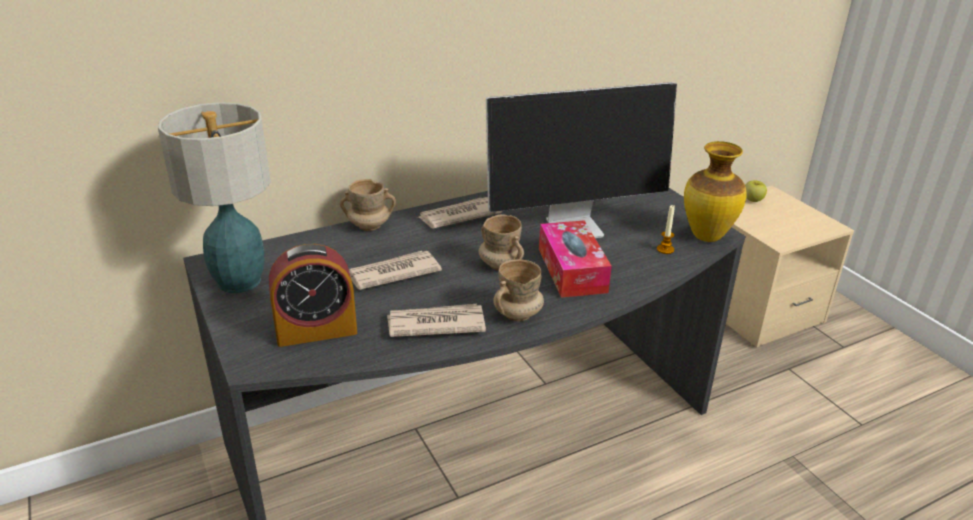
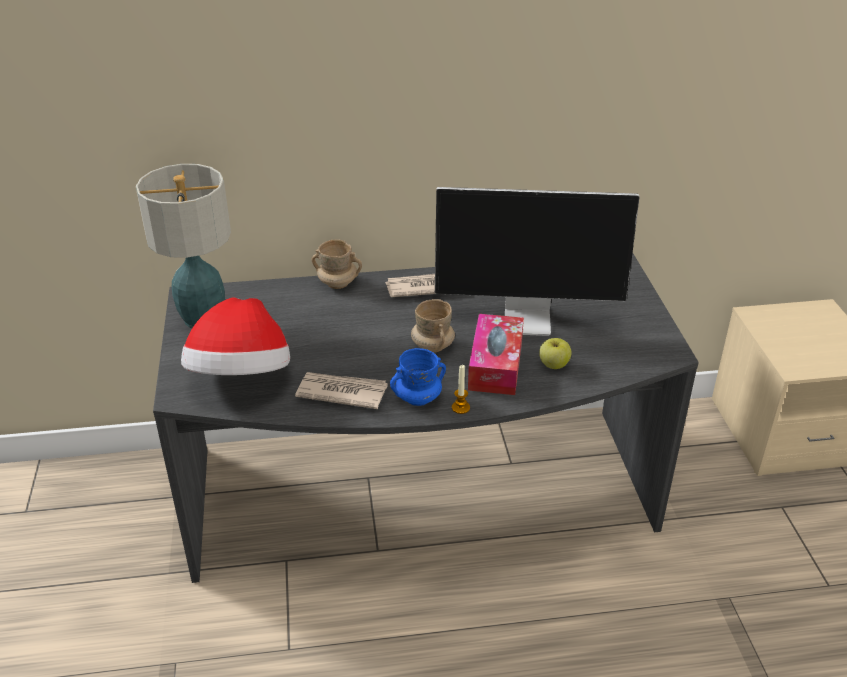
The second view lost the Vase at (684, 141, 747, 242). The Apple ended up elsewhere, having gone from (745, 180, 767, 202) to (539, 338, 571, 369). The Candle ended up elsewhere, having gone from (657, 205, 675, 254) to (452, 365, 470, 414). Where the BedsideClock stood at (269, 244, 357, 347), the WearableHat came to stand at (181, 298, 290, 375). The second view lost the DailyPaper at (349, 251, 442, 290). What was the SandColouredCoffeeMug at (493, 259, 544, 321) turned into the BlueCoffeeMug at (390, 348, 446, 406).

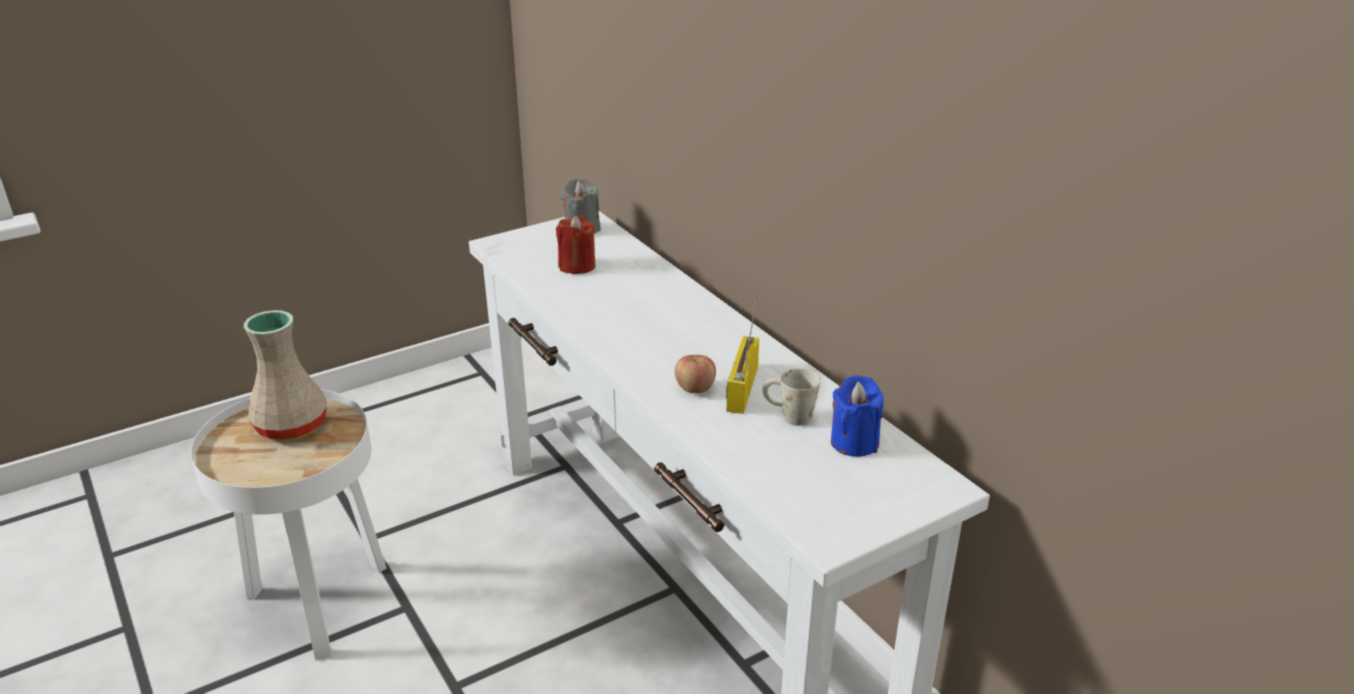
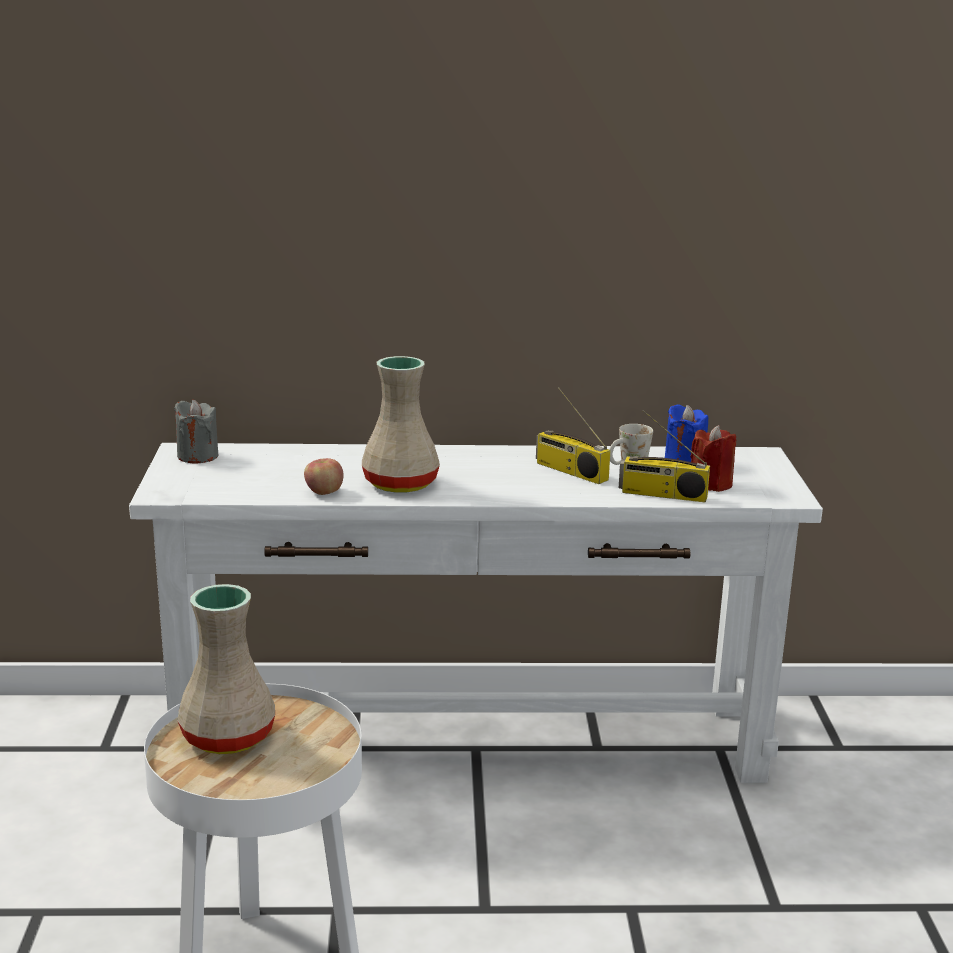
The RedColouredCandle ended up elsewhere, having gone from (556, 215, 595, 274) to (690, 425, 736, 492). The Apple ended up elsewhere, having gone from (675, 355, 716, 393) to (304, 458, 344, 495). The second view gained the SandColouredVase at (362, 356, 440, 493). The second view gained the RadioReceiver at (619, 410, 710, 502).

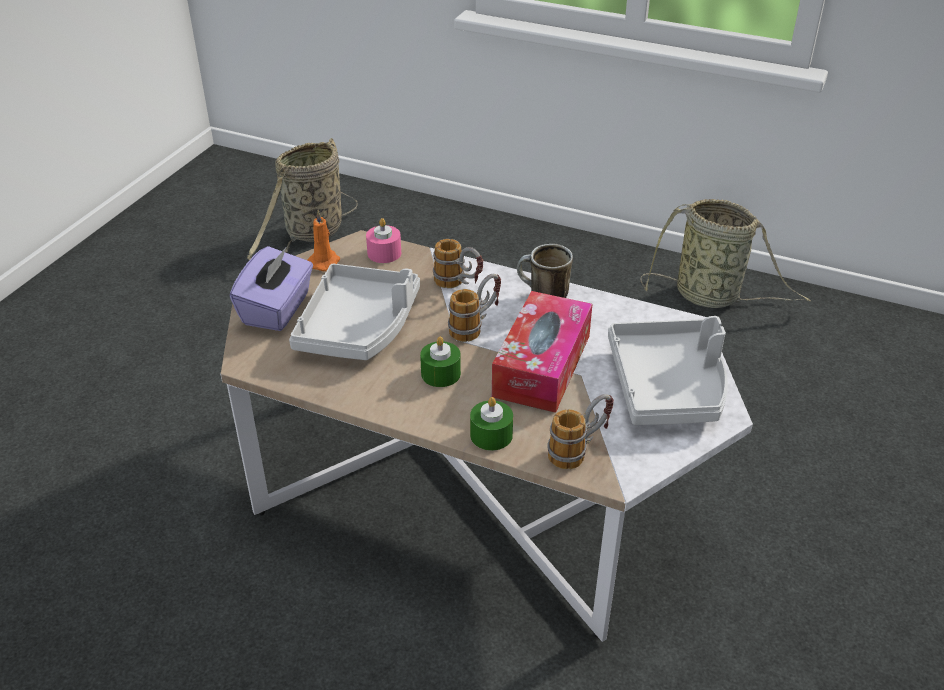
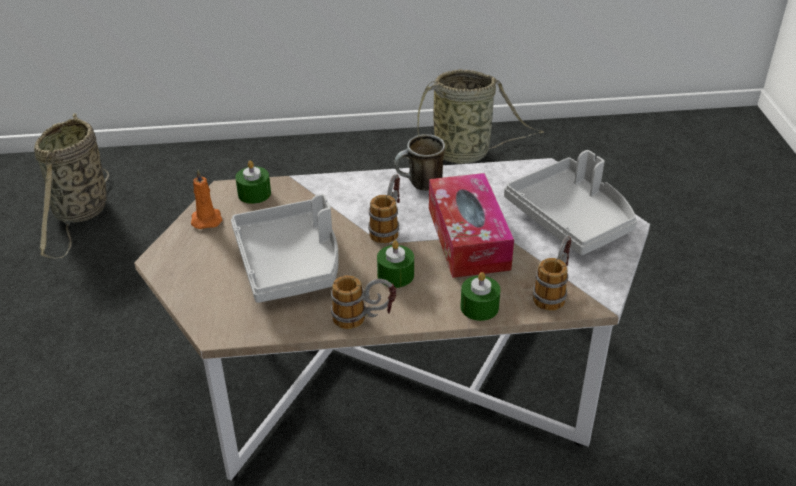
What was the PinkColouredCandle at (366, 218, 401, 263) turned into the GreenCandle at (235, 161, 271, 204). The CoffeeMug ended up elsewhere, having gone from (433, 239, 483, 288) to (331, 275, 396, 329). The second view lost the PurpleColouredTissueHolder at (230, 246, 313, 331).

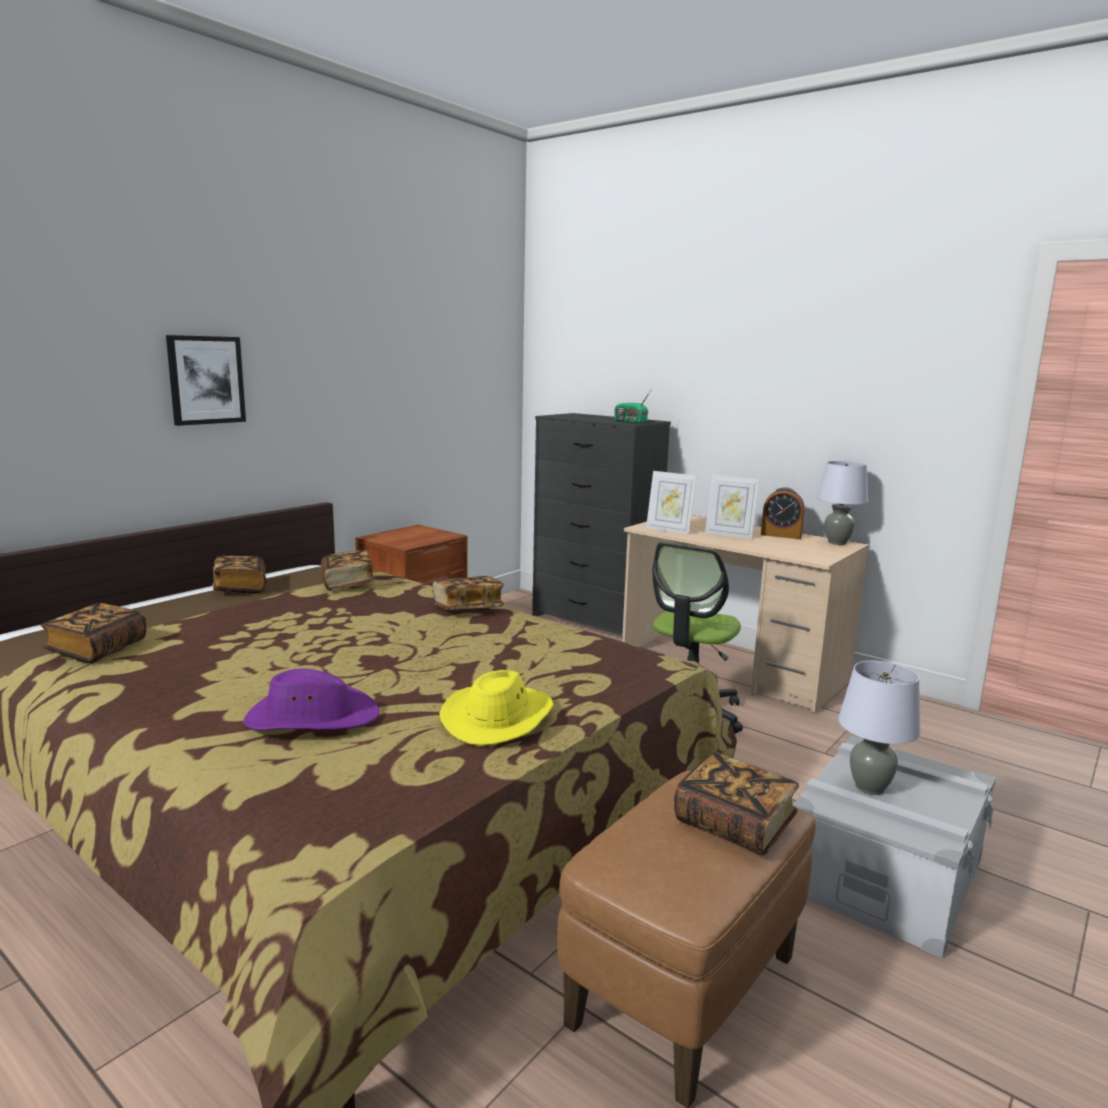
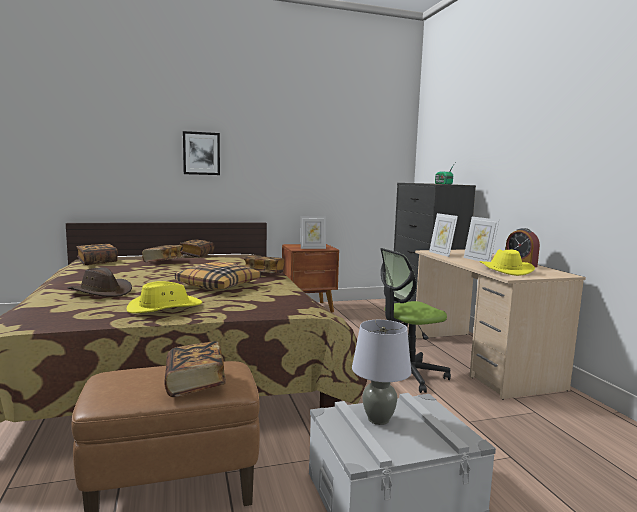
The second view lost the GreyishTableLamp at (817, 461, 868, 545). The Volume ended up elsewhere, having gone from (321, 550, 374, 591) to (142, 245, 183, 262). What was the PurpleColouredWearableHat at (243, 668, 379, 731) turned into the BrownColouredWearableHat at (68, 267, 132, 297). The second view gained the StandingFrame at (301, 216, 326, 249). The second view gained the YellowColouredWearableHat at (479, 249, 535, 276). The second view gained the Pillow at (175, 262, 261, 290).

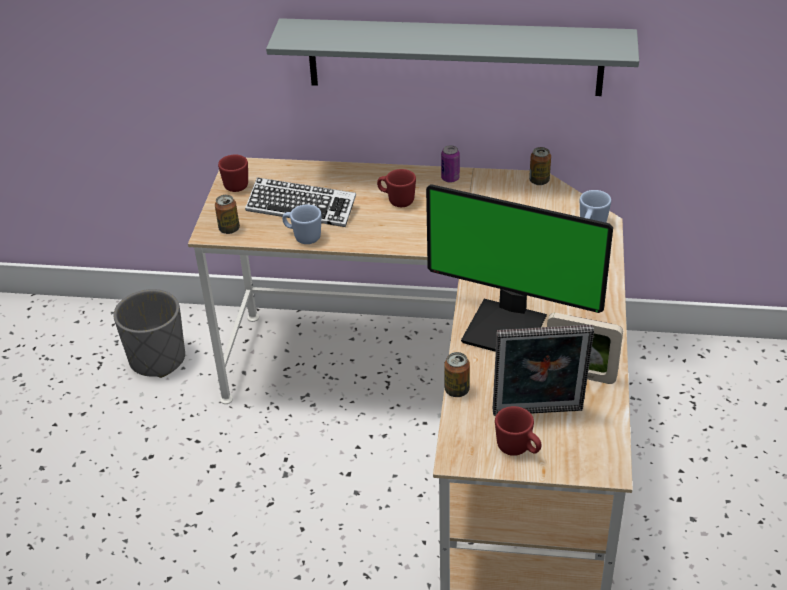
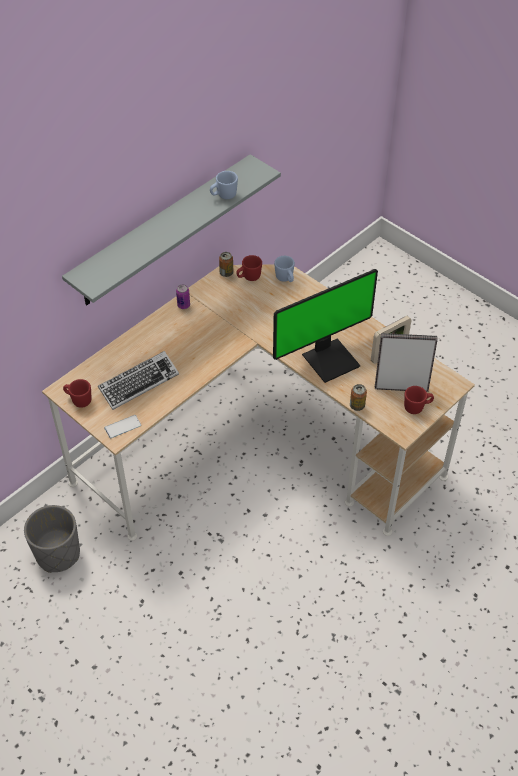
The RedColouredCoffeeMug ended up elsewhere, having gone from (377, 169, 416, 207) to (236, 255, 262, 281). Where the Can stood at (215, 195, 240, 234), the Handset came to stand at (104, 415, 141, 438). The BlueCoffeeMug ended up elsewhere, having gone from (282, 204, 321, 244) to (210, 171, 238, 199). The StandingFrame at (493, 325, 594, 416) ended up facing another way, 120 degrees counterclockwise from before.

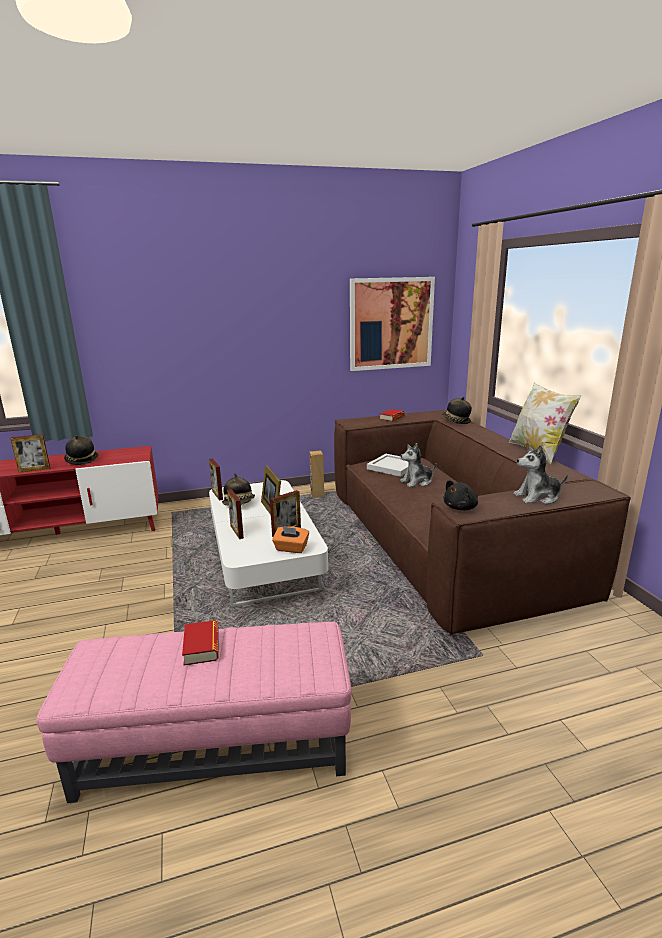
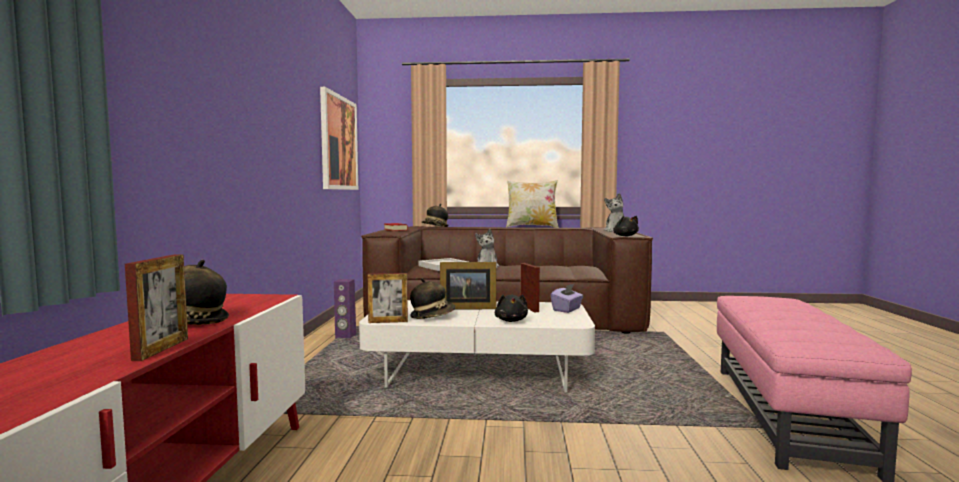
What was the BrownColouredSpeaker at (309, 450, 324, 498) turned into the PurpleColouredSpeaker at (334, 279, 356, 339). Where the StandingFrame stood at (227, 489, 244, 539), the BlackColouredPlushToy came to stand at (495, 294, 528, 322). What was the OrangeColouredTissueHolder at (272, 526, 309, 553) turned into the PurpleColouredTissueHolder at (551, 284, 583, 313). The second view lost the Volume at (182, 620, 218, 666).

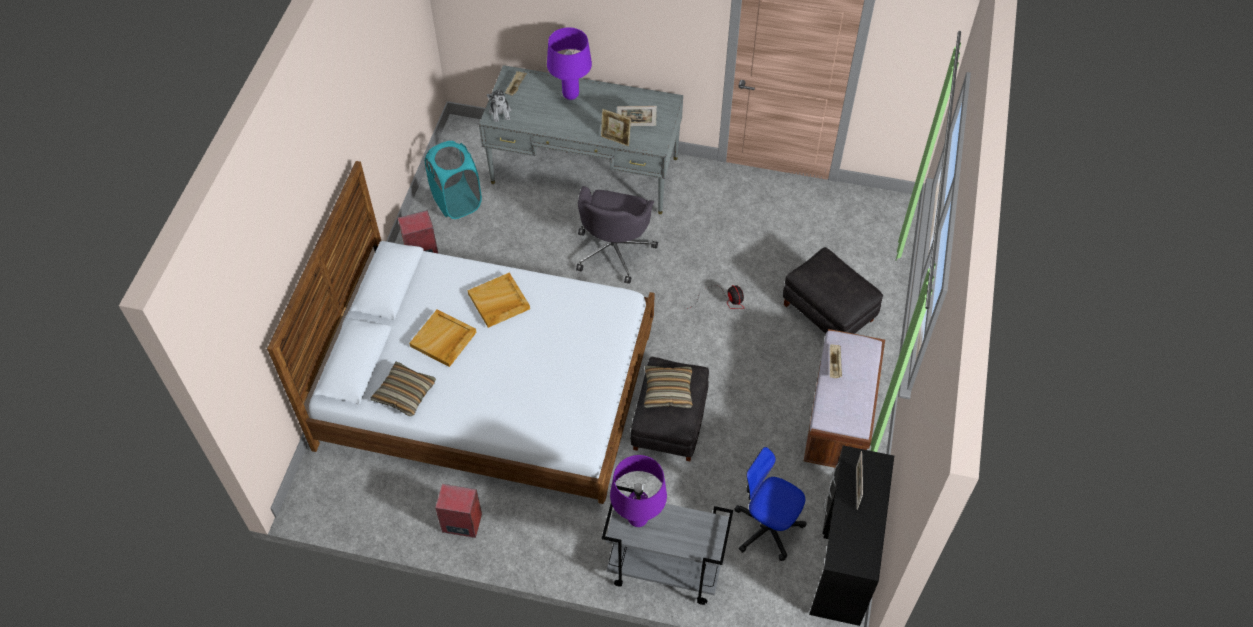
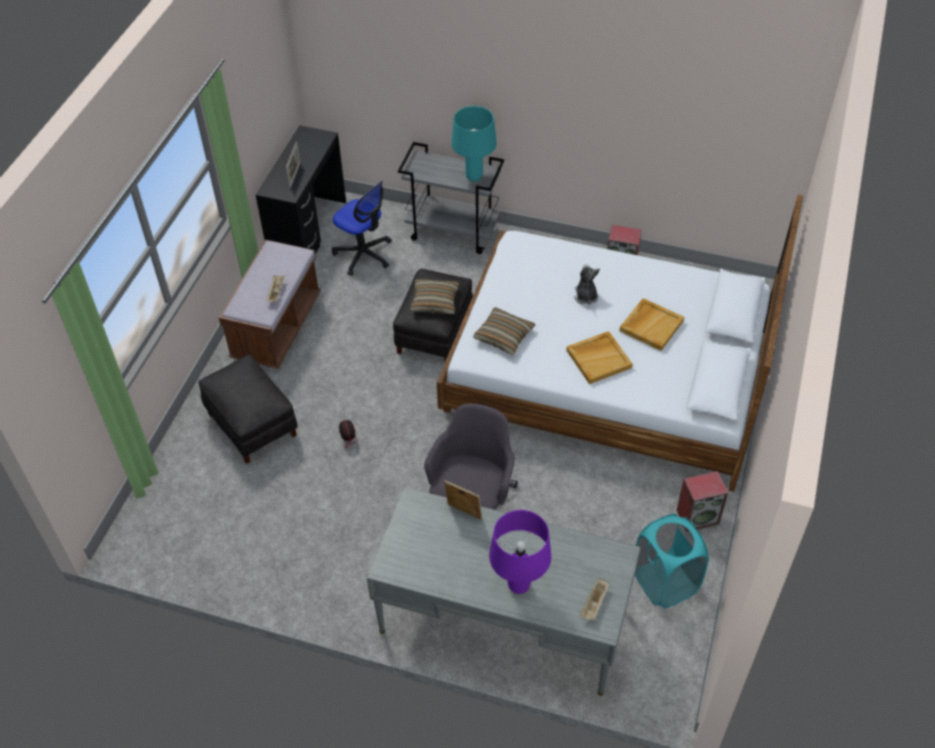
The PlushToy ended up elsewhere, having gone from (487, 89, 512, 122) to (574, 264, 600, 304). The second view lost the StandingFrame at (617, 106, 657, 126). The Pillow ended up elsewhere, having gone from (370, 362, 436, 416) to (473, 307, 535, 355). What was the PurpleColouredTableLamp at (610, 455, 667, 527) turned into the BlueGreenTableLamp at (451, 106, 497, 181).

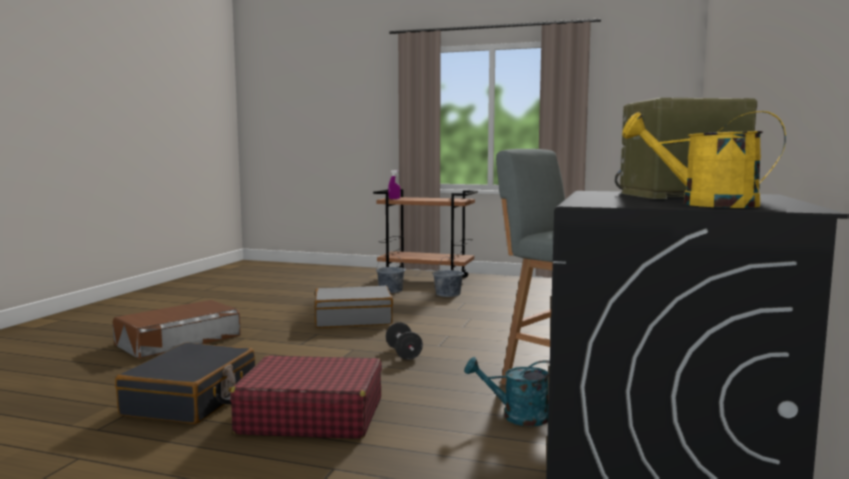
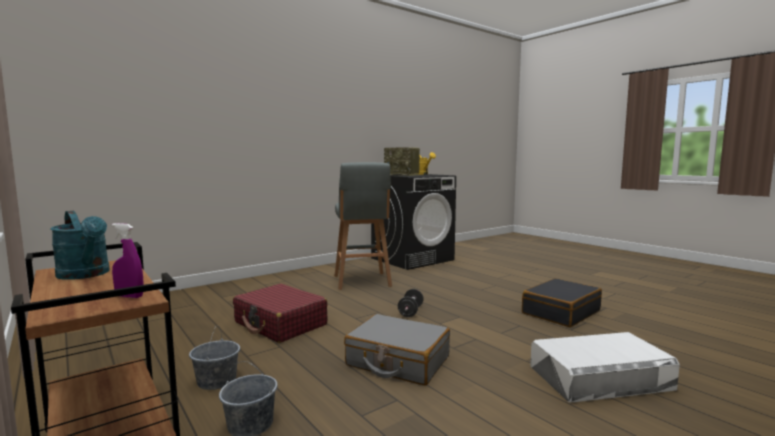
What was the BrownColouredStorageBox at (112, 300, 241, 359) turned into the WhitishStorageBox at (530, 332, 680, 403). The RedColouredTravelCase ended up elsewhere, having gone from (230, 355, 382, 438) to (233, 284, 327, 343). The BlueGreenWateringCan ended up elsewhere, having gone from (464, 357, 550, 426) to (50, 211, 110, 280).

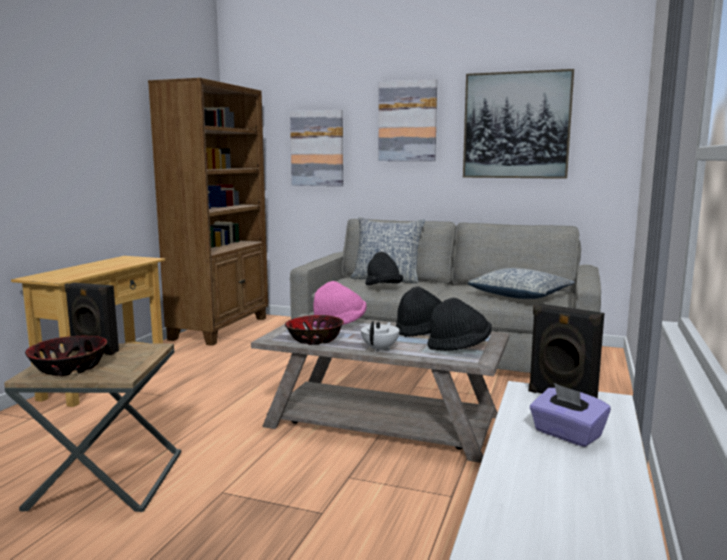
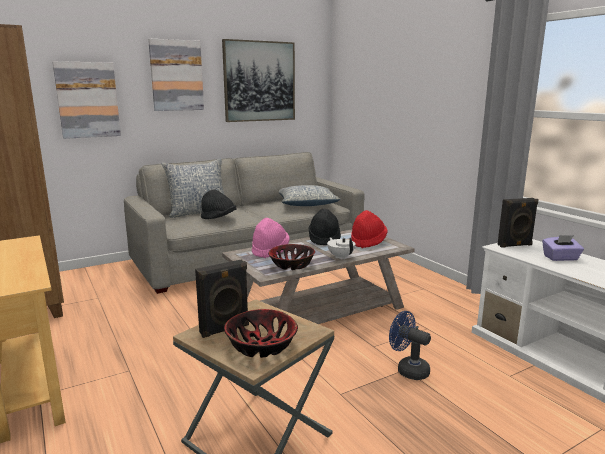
What was the BlackColouredWearableHat at (427, 298, 492, 351) turned into the RedColouredWearableHat at (351, 210, 388, 248). The second view gained the BlueCoolingFan at (389, 311, 431, 380).

